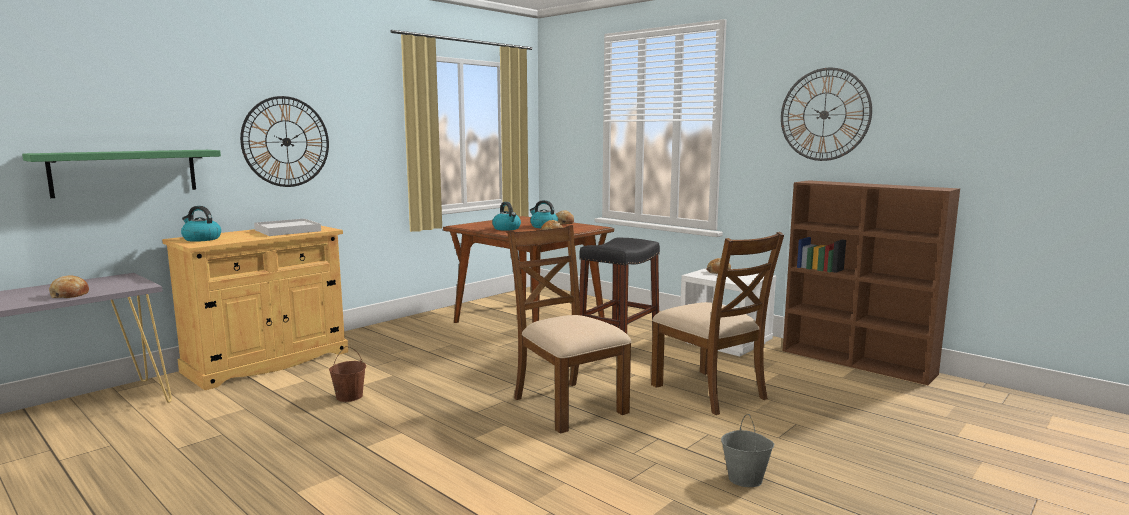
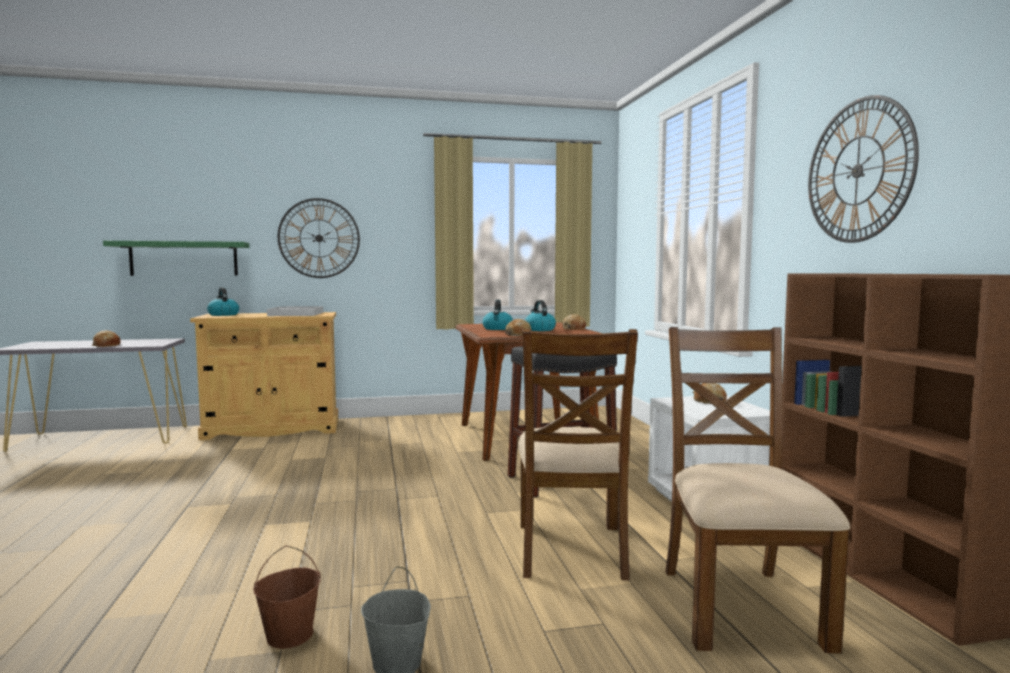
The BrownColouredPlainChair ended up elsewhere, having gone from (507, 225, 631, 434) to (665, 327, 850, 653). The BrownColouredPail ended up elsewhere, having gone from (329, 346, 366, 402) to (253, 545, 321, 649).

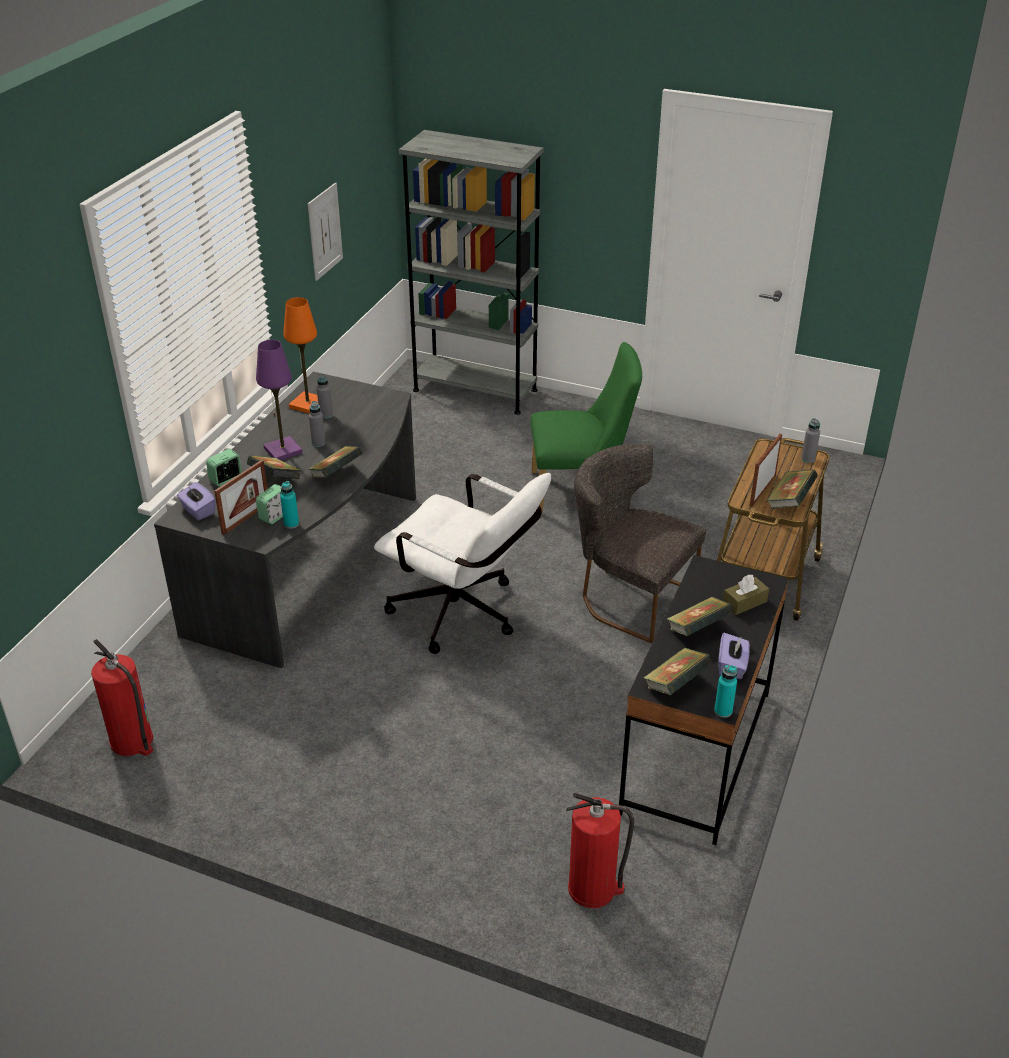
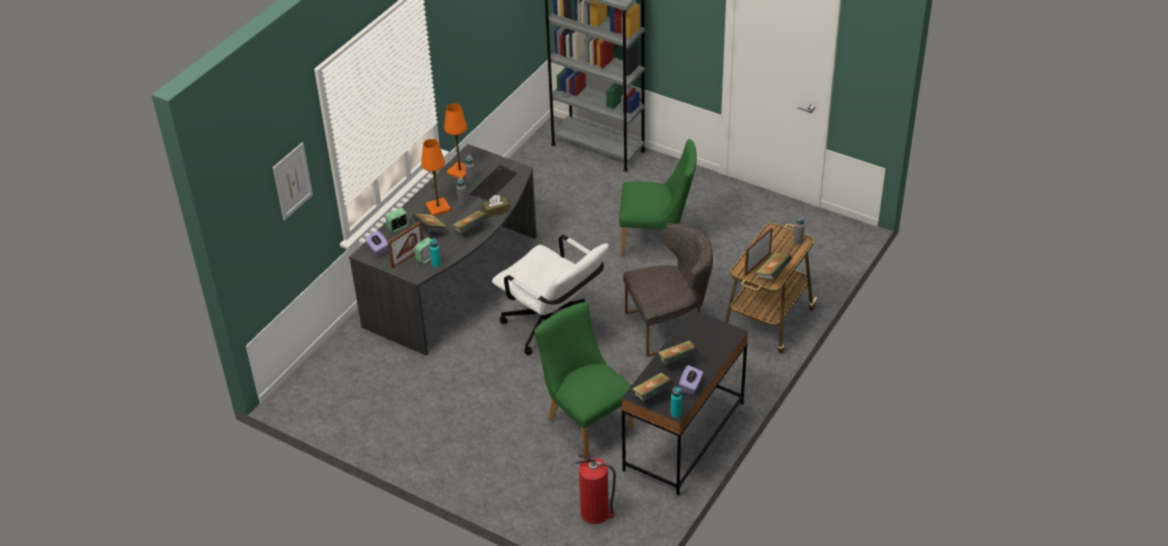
The WallPicture ended up elsewhere, having gone from (308, 183, 343, 281) to (273, 142, 313, 220). What was the PurpleColouredTableLamp at (256, 340, 302, 460) turned into the OrangeColouredTableLamp at (421, 139, 451, 216). The GreyishPlainChair at (574, 444, 706, 644) ended up facing another way, 120 degrees clockwise from before. The BrownColouredTissueHolder ended up elsewhere, having gone from (723, 575, 769, 615) to (483, 195, 509, 218). The second view lost the Extinguisher at (91, 639, 153, 756). The second view gained the ComputerKeyboard at (470, 165, 517, 201). The second view gained the GreenPlainChair at (534, 302, 634, 457).

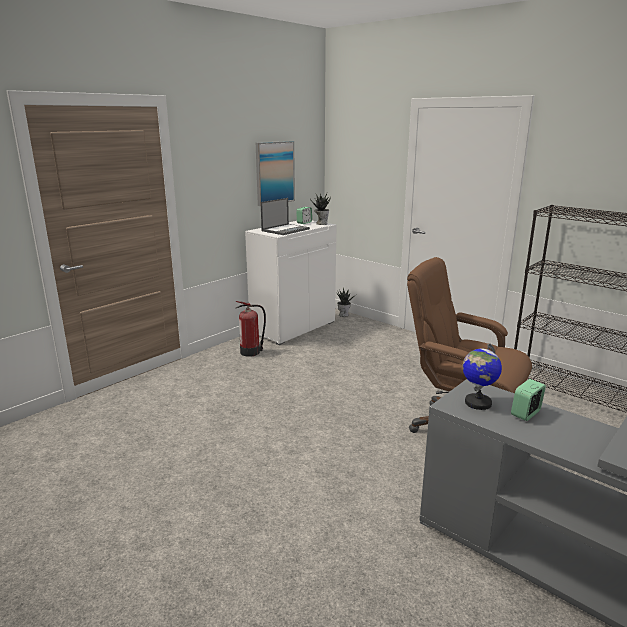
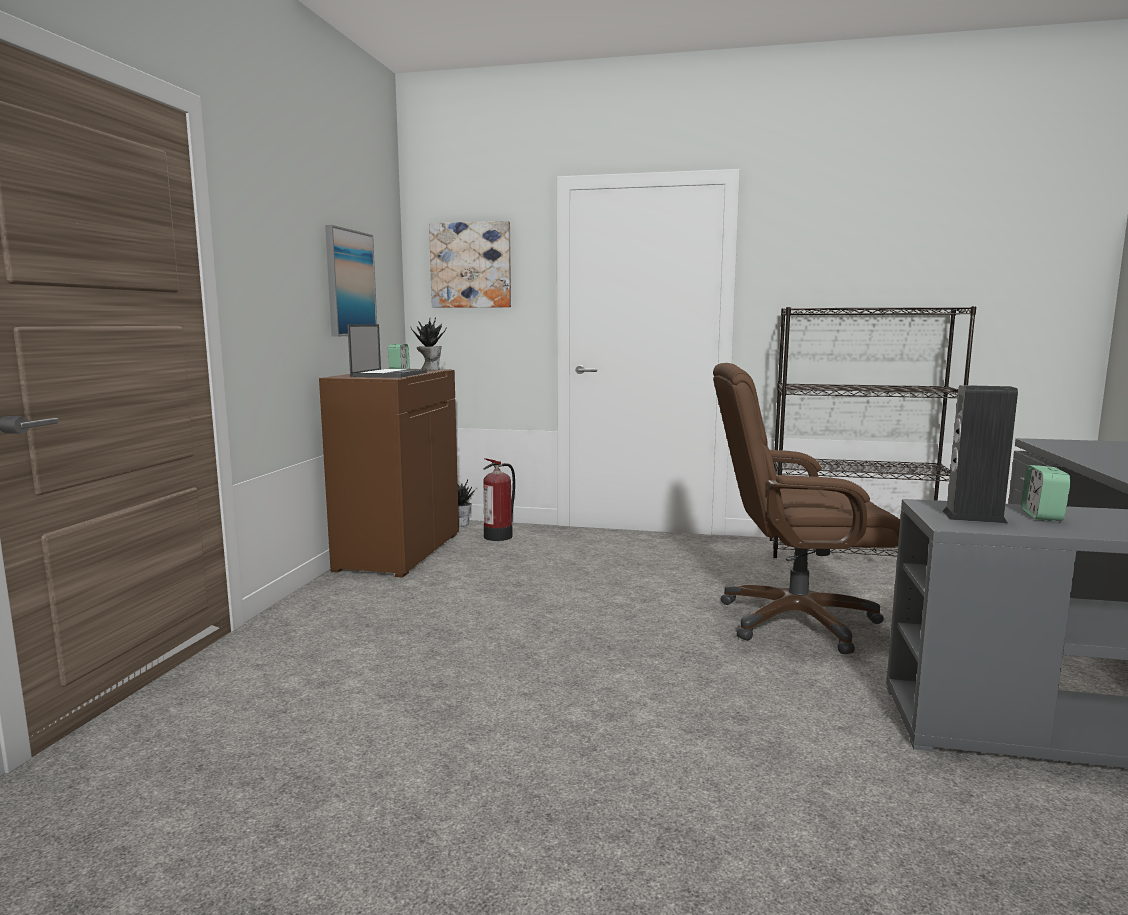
What was the WhitishCabinet at (245, 221, 336, 345) turned into the BrownColouredCabinet at (319, 368, 459, 578). The Extinguisher ended up elsewhere, having gone from (236, 301, 266, 357) to (483, 458, 515, 541). Where the DeskGlobe stood at (463, 343, 502, 410), the Speaker came to stand at (943, 385, 1018, 523). The second view gained the WallPicture at (429, 221, 511, 308).

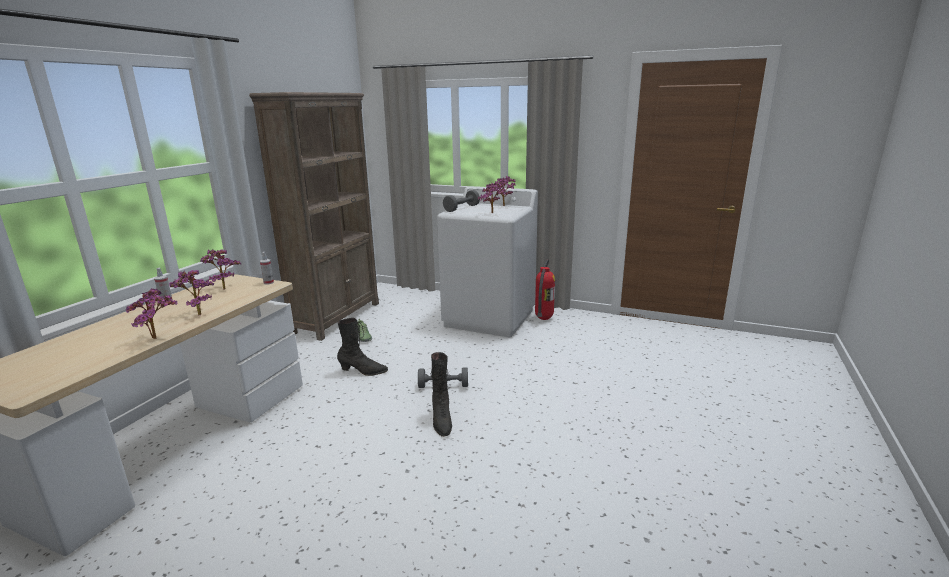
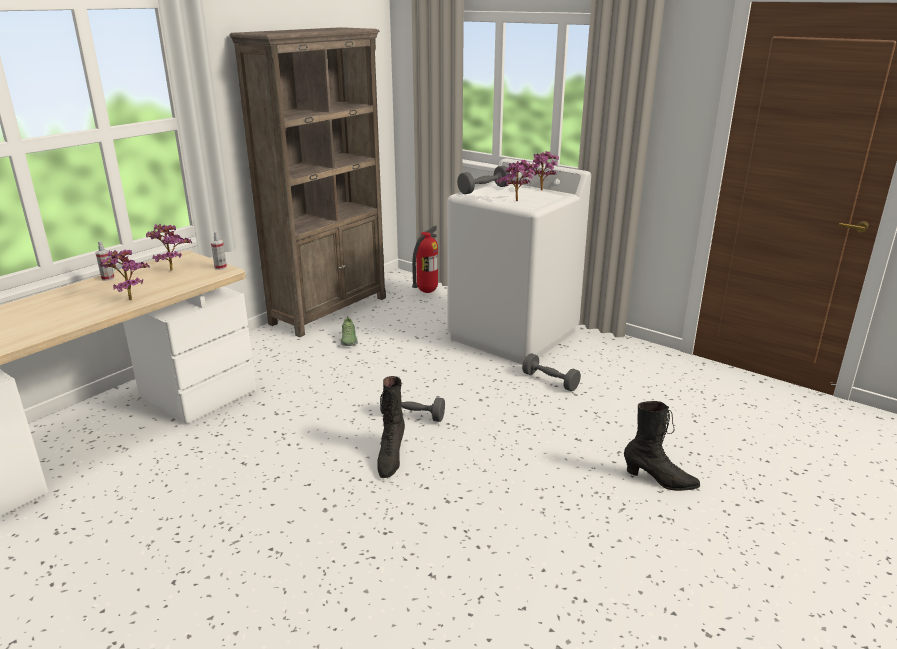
The Extinguisher ended up elsewhere, having gone from (535, 259, 555, 320) to (412, 226, 438, 293). The second view lost the PlantInAPot at (126, 288, 178, 339). The BlackColouredBoot ended up elsewhere, having gone from (337, 318, 388, 376) to (624, 401, 700, 491). The second view gained the GreyishFreeWeight at (522, 353, 581, 391).

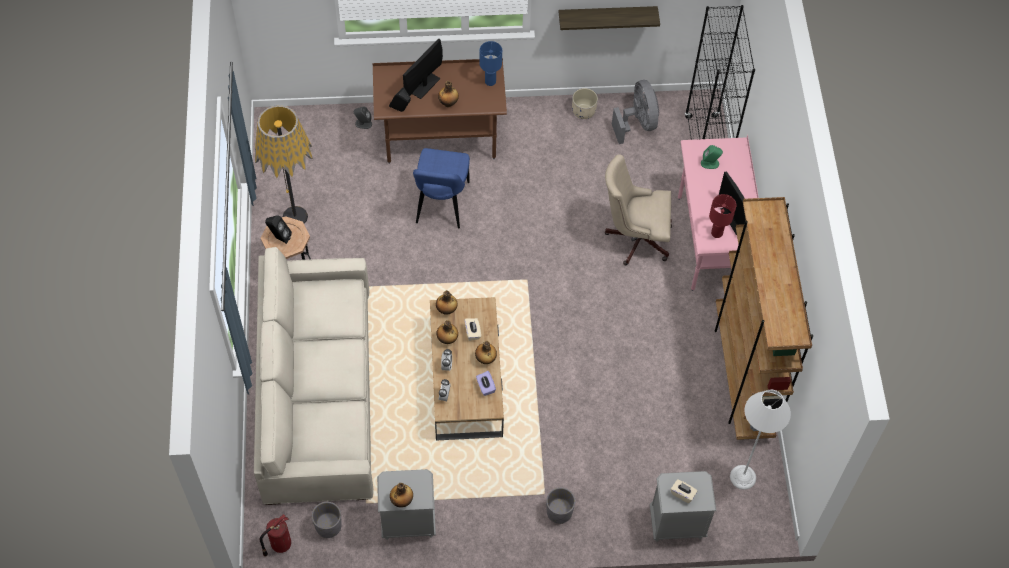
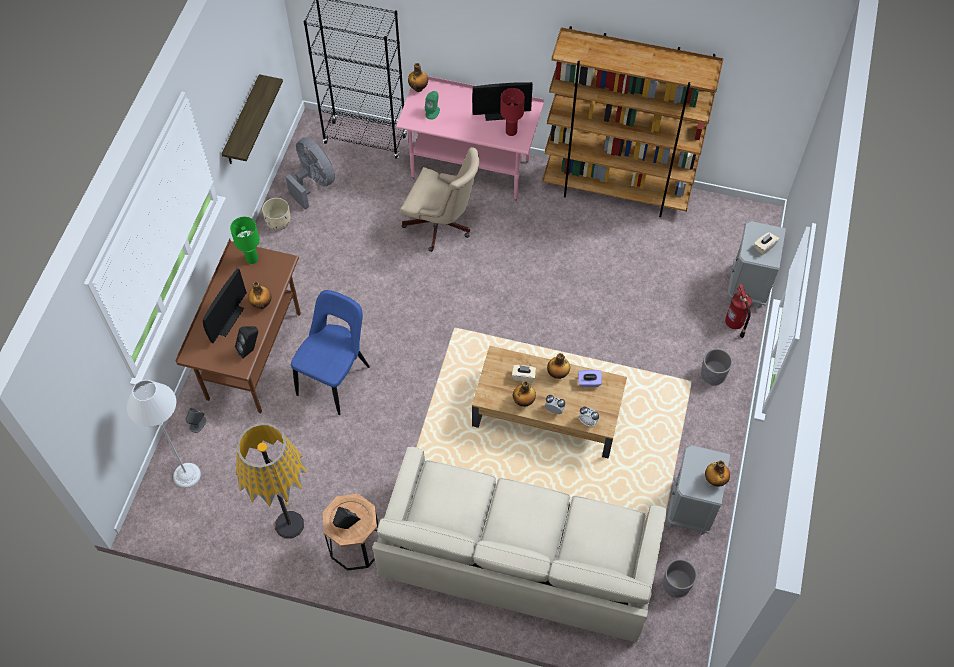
The ComputerScreen at (403, 39, 443, 99) ended up facing another way, 120 degrees counterclockwise from before. What was the BlueTableLamp at (479, 41, 502, 86) turned into the GreenTableLamp at (230, 217, 260, 264). The GreyishCoolingFan at (612, 80, 659, 144) ended up facing another way, 45 degrees clockwise from before. The BluePlainChair at (413, 148, 470, 228) ended up facing another way, 90 degrees counterclockwise from before. The SandColouredOfficeChair at (605, 154, 672, 265) ended up facing another way, 90 degrees counterclockwise from before. The BeverageBottle ended up elsewhere, having gone from (436, 290, 457, 315) to (408, 63, 428, 92). The GreyishStandardLamp ended up elsewhere, having gone from (730, 390, 791, 490) to (127, 380, 201, 488). The Extinguisher ended up elsewhere, having gone from (260, 514, 291, 556) to (725, 283, 752, 338).

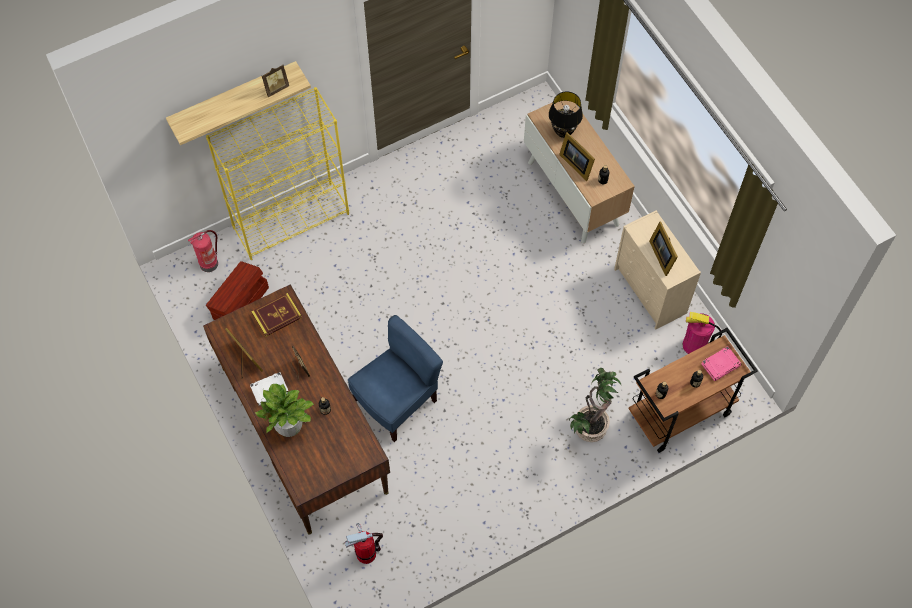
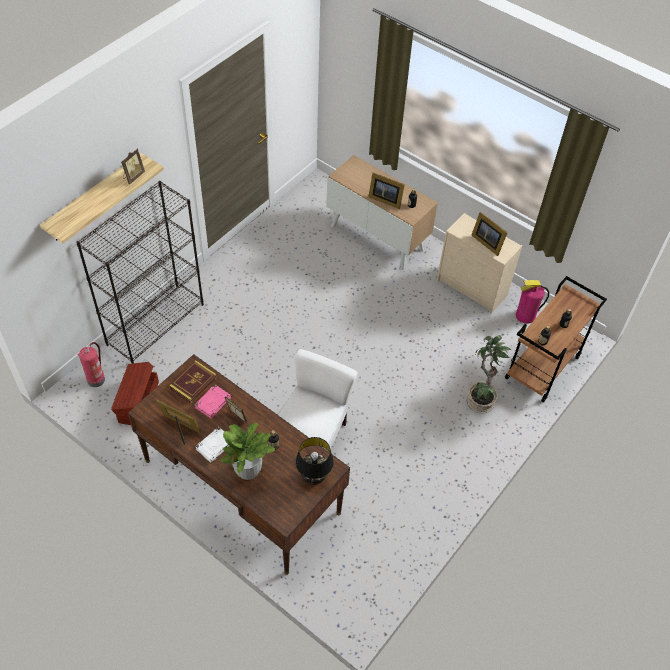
What was the YellowColouredBookcase at (206, 87, 349, 260) turned into the BlackColouredBookcase at (76, 181, 204, 364). The BlackColouredTableLamp ended up elsewhere, having gone from (549, 91, 583, 138) to (296, 437, 334, 485). What was the BluePlainChair at (348, 315, 443, 442) turned into the WhitishPlainChair at (277, 349, 358, 452). The PinkColouredVolume ended up elsewhere, having gone from (701, 346, 741, 381) to (195, 384, 232, 419). The second view lost the Extinguisher at (345, 523, 383, 564).

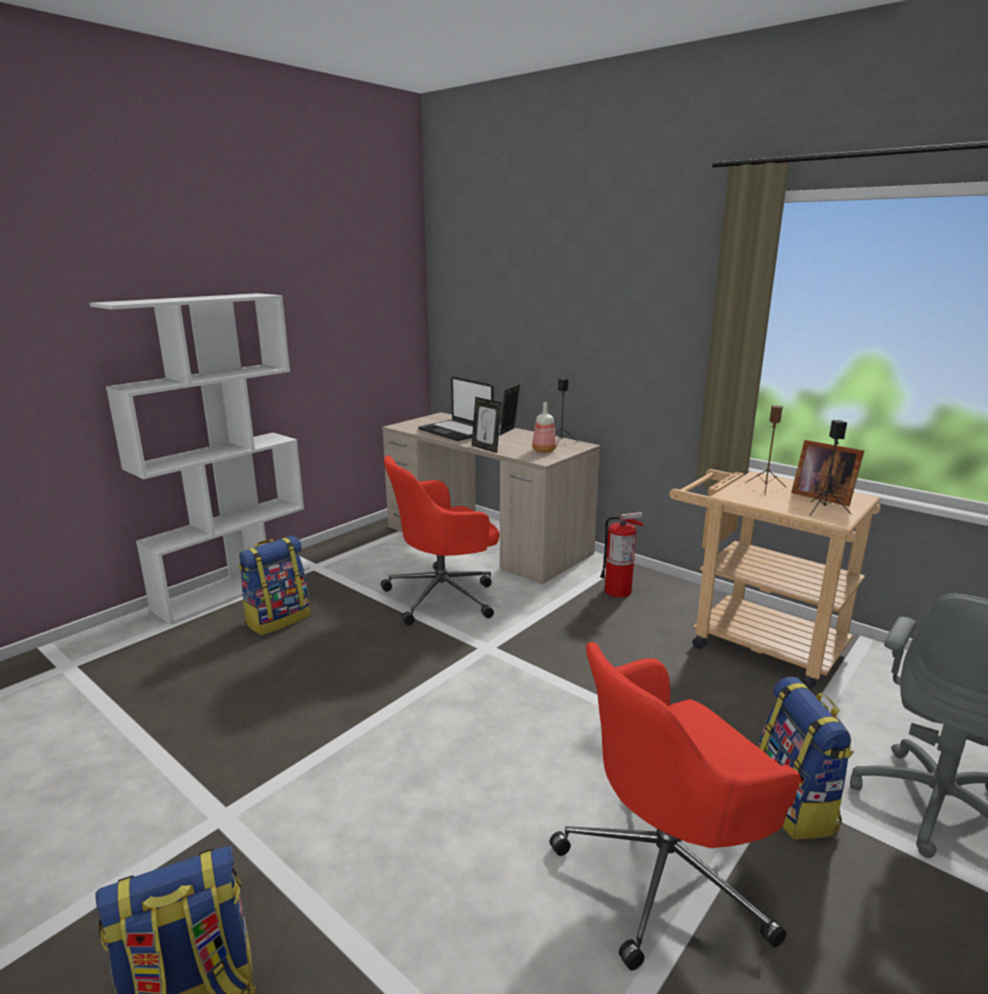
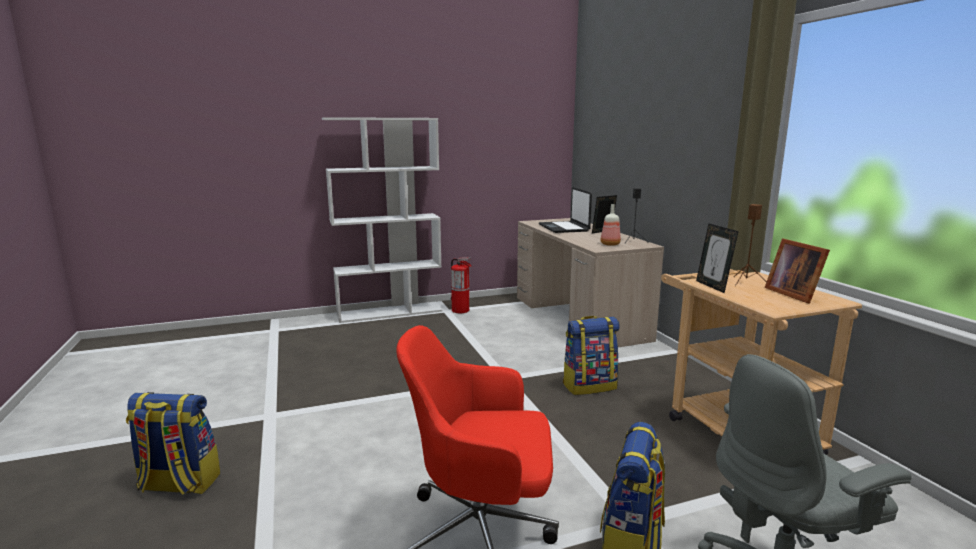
The StandingFrame ended up elsewhere, having gone from (471, 397, 502, 453) to (696, 223, 739, 293). The second view lost the BlackColouredSpeaker at (809, 420, 852, 516). The second view lost the RedColouredOfficeChair at (381, 456, 499, 625). The Extinguisher ended up elsewhere, having gone from (600, 512, 644, 597) to (451, 257, 472, 313). The Rucksack ended up elsewhere, having gone from (239, 536, 310, 635) to (563, 316, 620, 395).

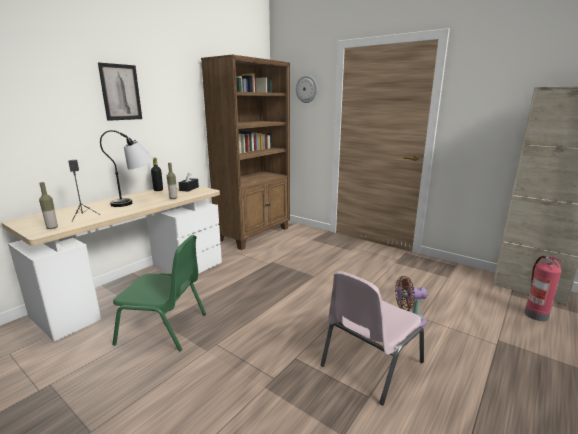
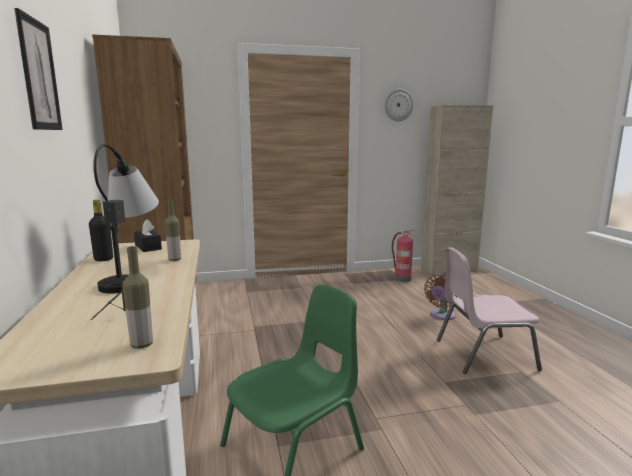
The ClockOnTheWall ended up elsewhere, having gone from (296, 75, 317, 103) to (384, 89, 414, 121). The Extinguisher ended up elsewhere, having gone from (525, 256, 563, 321) to (392, 230, 415, 282). The PinkColouredPlainChair at (321, 271, 424, 405) ended up facing another way, 90 degrees clockwise from before.

